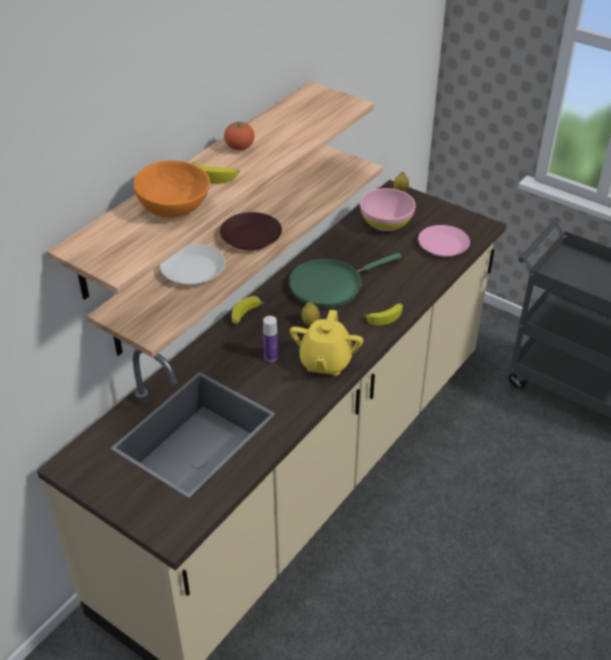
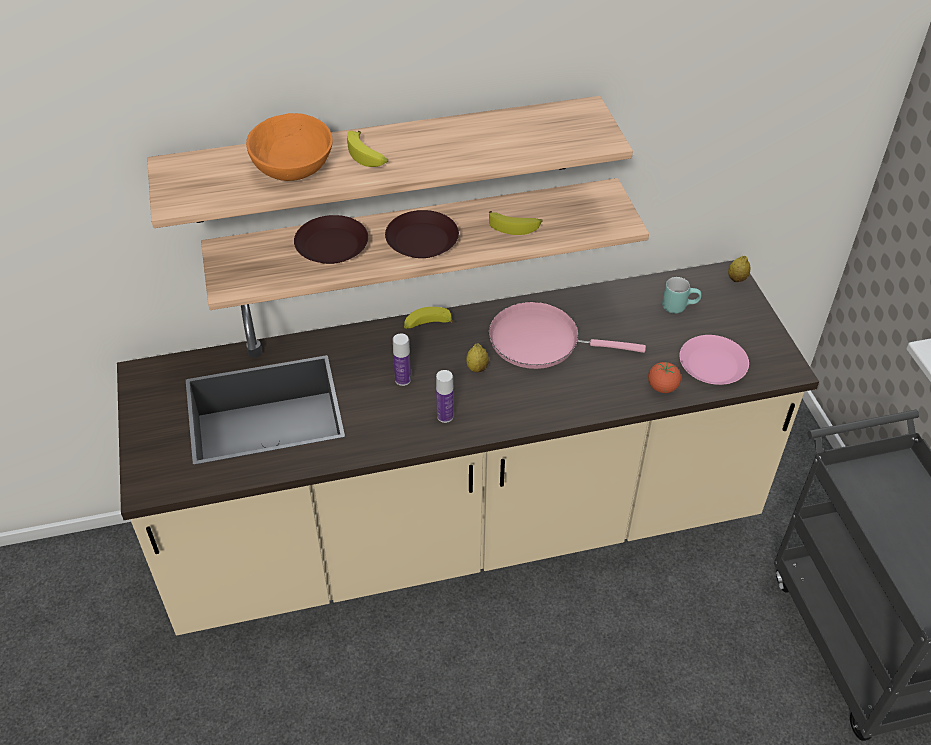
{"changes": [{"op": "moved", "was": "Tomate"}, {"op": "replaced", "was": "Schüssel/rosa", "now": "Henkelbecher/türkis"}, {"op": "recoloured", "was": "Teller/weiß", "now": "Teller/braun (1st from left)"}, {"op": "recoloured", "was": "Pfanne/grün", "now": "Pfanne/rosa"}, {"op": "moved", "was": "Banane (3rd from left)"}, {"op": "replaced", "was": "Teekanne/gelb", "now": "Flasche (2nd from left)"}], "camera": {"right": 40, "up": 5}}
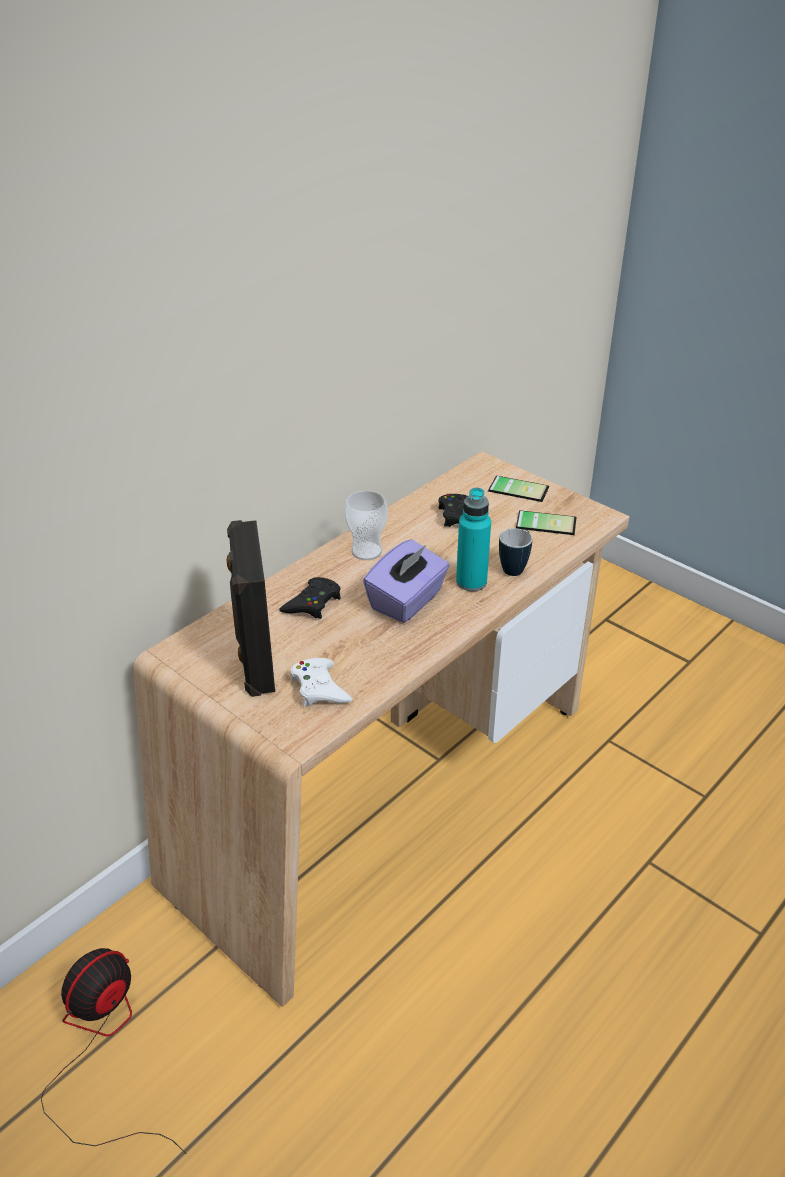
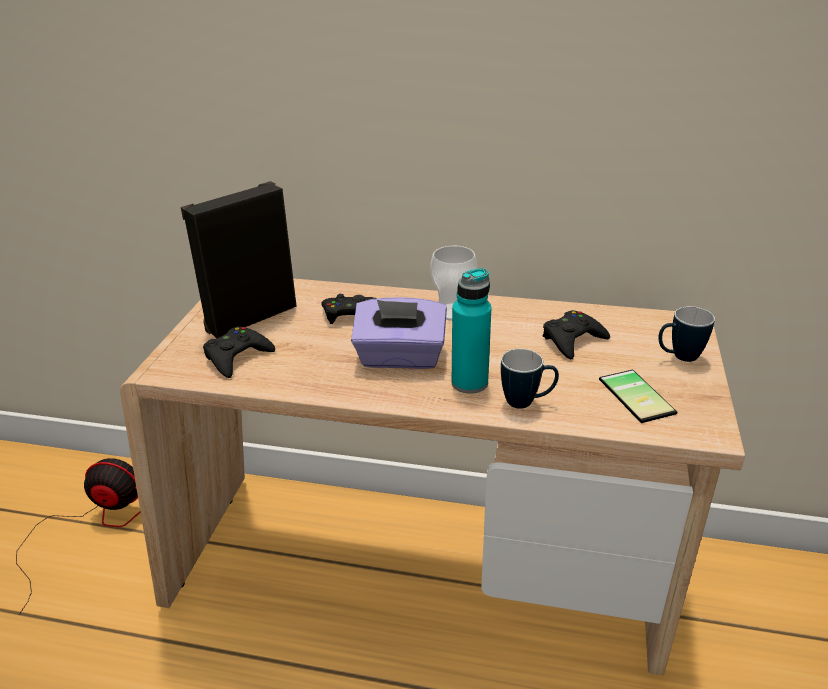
{"changes": [{"op": "replaced", "was": "Handy (1st from left)", "now": "Henkelbecher (2nd from left)"}, {"op": "recoloured", "was": "Gamepad/weiß", "now": "Gamepad/schwarz (1st from left)"}], "camera": {"right": 60, "up": -5}}
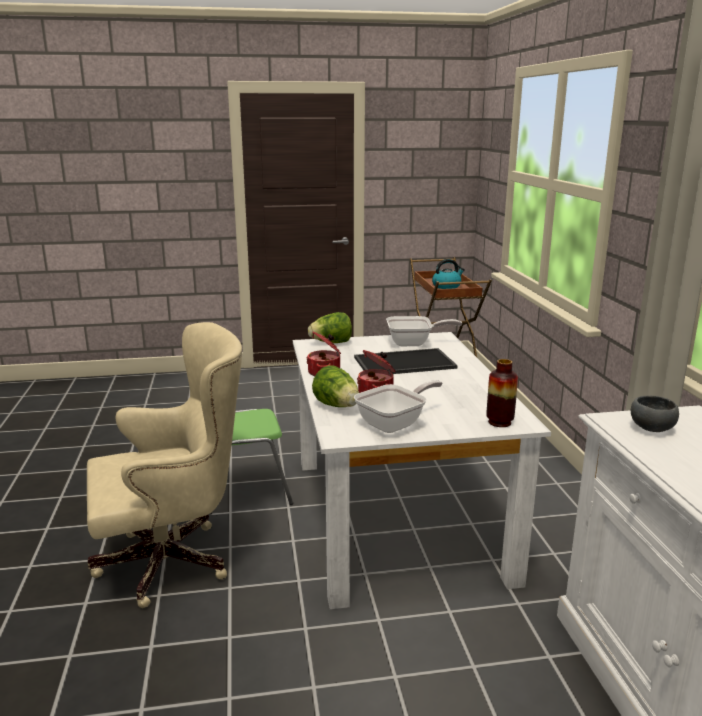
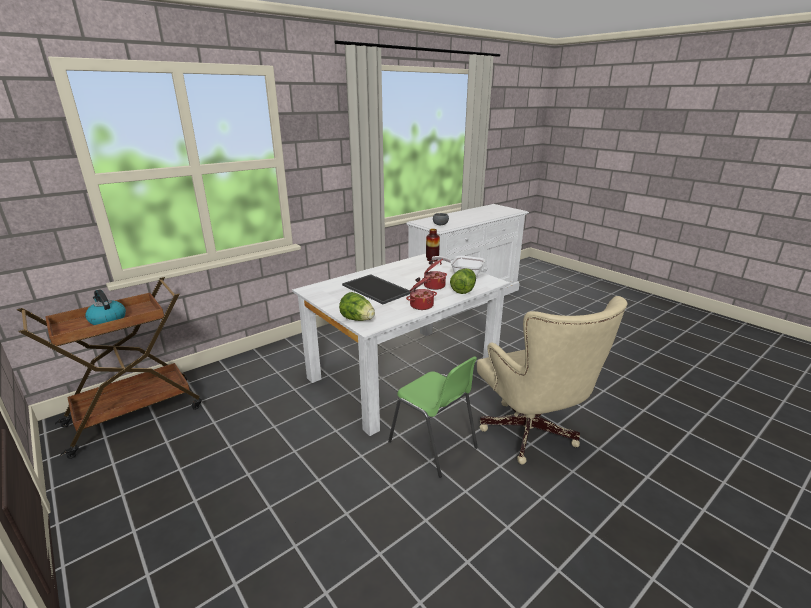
{"changes": [{"op": "removed", "was": "Pfanne (2nd from left)"}, {"op": "turned", "was": "Bürostuhl/beige", "clockwise": -150}], "camera": {"right": -120, "up": 5}}
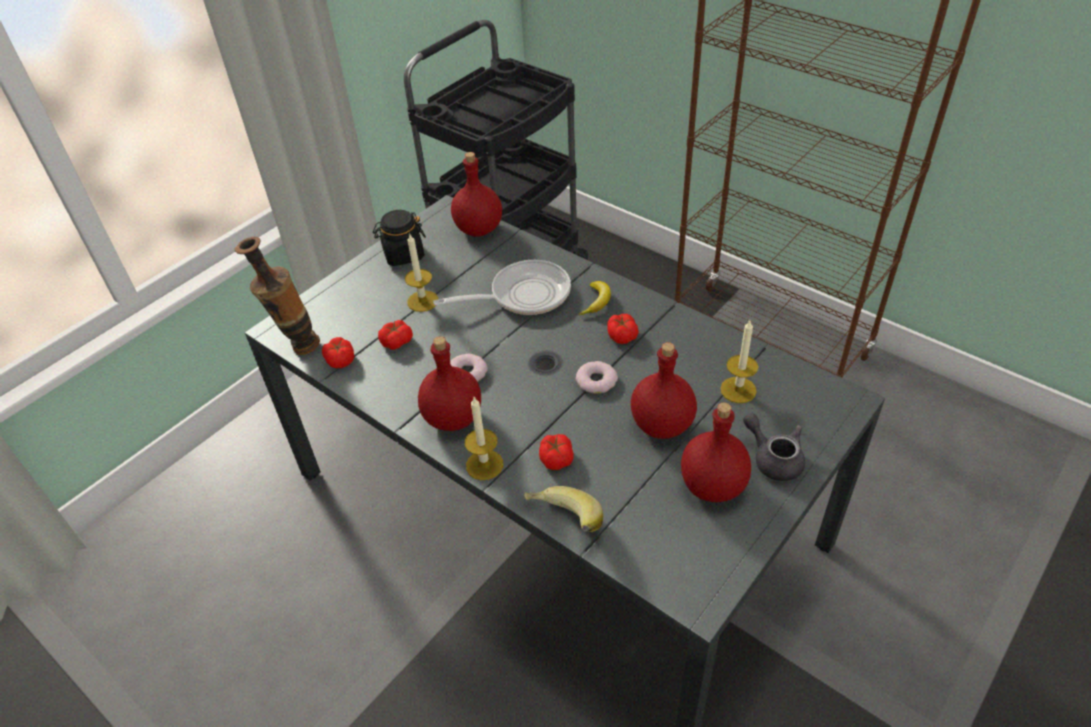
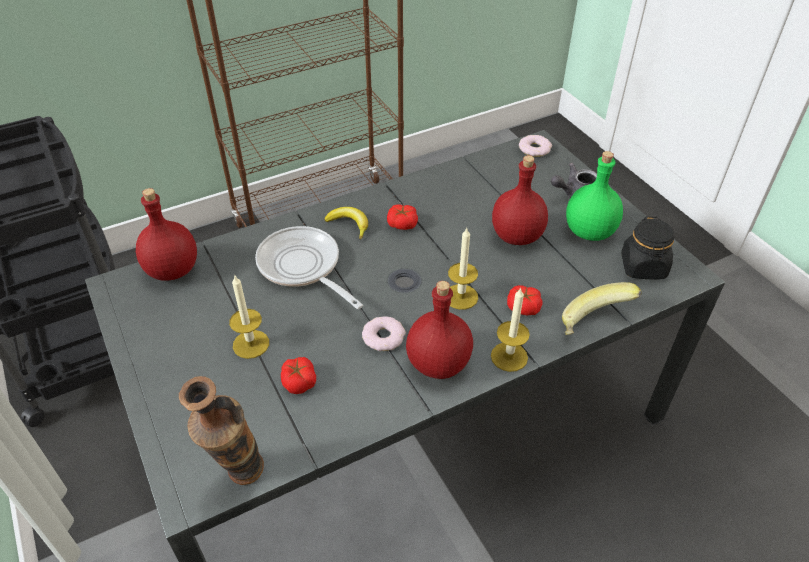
{"changes": [{"op": "moved", "was": "Vorratsglas/schwarz"}, {"op": "turned", "was": "Pfanne", "clockwise": -45}, {"op": "moved", "was": "Kerze (3rd from left in the first image)", "now": "Kerze (2nd from left)"}, {"op": "removed", "was": "Tomate (1st from left)"}, {"op": "moved", "was": "Donut (2nd from left)"}, {"op": "recoloured", "was": "Flasche/rot (4th from left)", "now": "Flasche/grün"}], "camera": {"right": -70, "up": 0}}
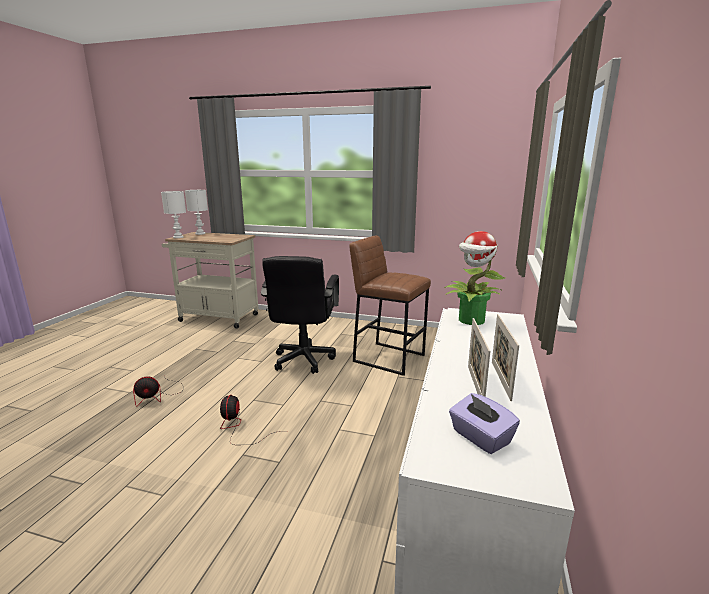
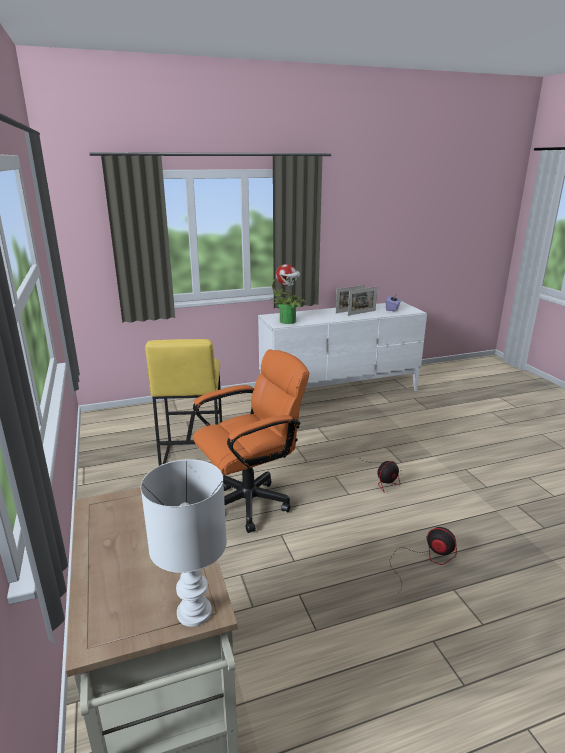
{"changes": [{"op": "removed", "was": "Tischlampe/weiß (2nd from left)"}, {"op": "recoloured", "was": "Hocker/braun", "now": "Hocker/gelb"}, {"op": "recoloured", "was": "Bürostuhl/schwarz", "now": "Bürostuhl/orange"}], "camera": {"right": -125, "up": 5}}
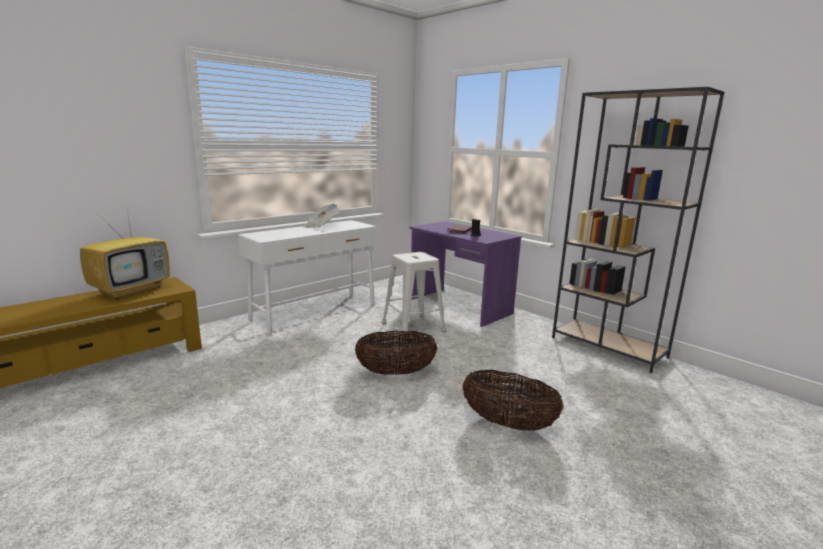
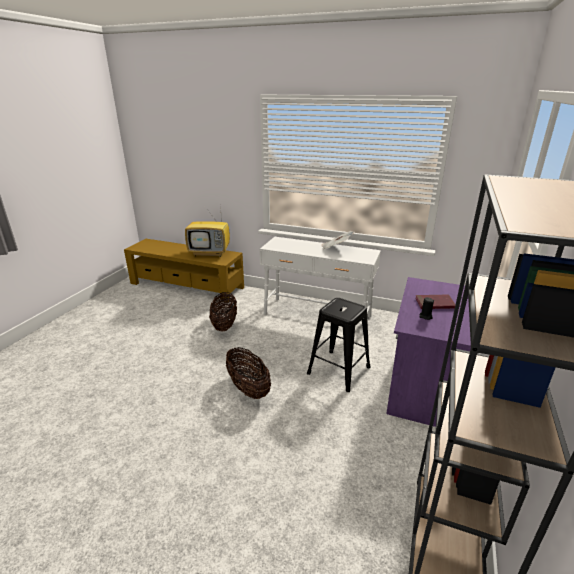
{"changes": [{"op": "recoloured", "was": "Hocker/weiß", "now": "Hocker/schwarz"}, {"op": "moved", "was": "Korb (2nd from left in the first image)", "now": "Korb (1st from left)"}], "camera": {"right": 65, "up": 10}}
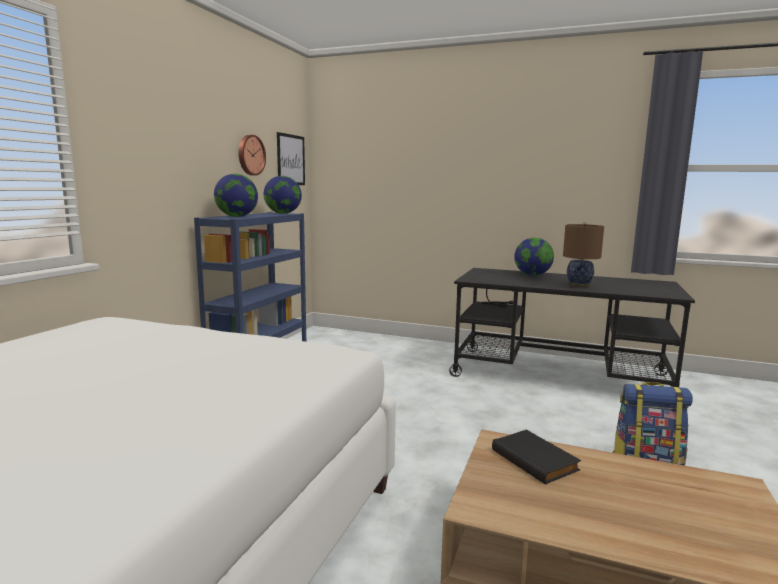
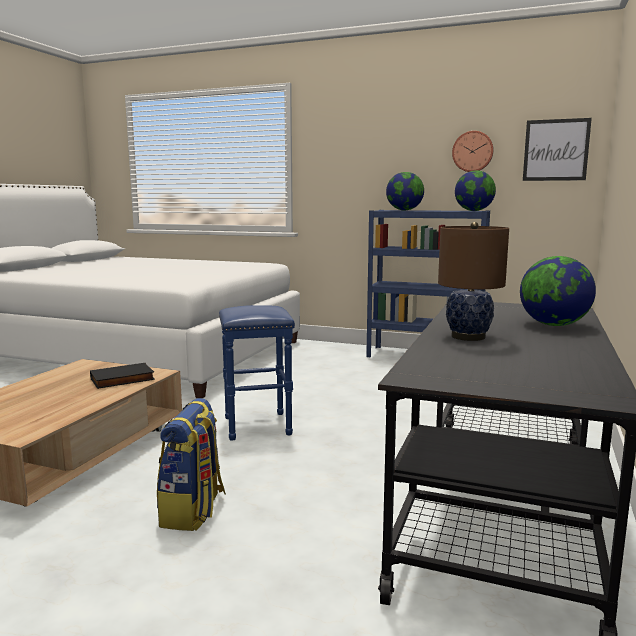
{"changes": [{"op": "added", "now": "Hocker/blau"}], "camera": {"right": 90, "up": 0}}
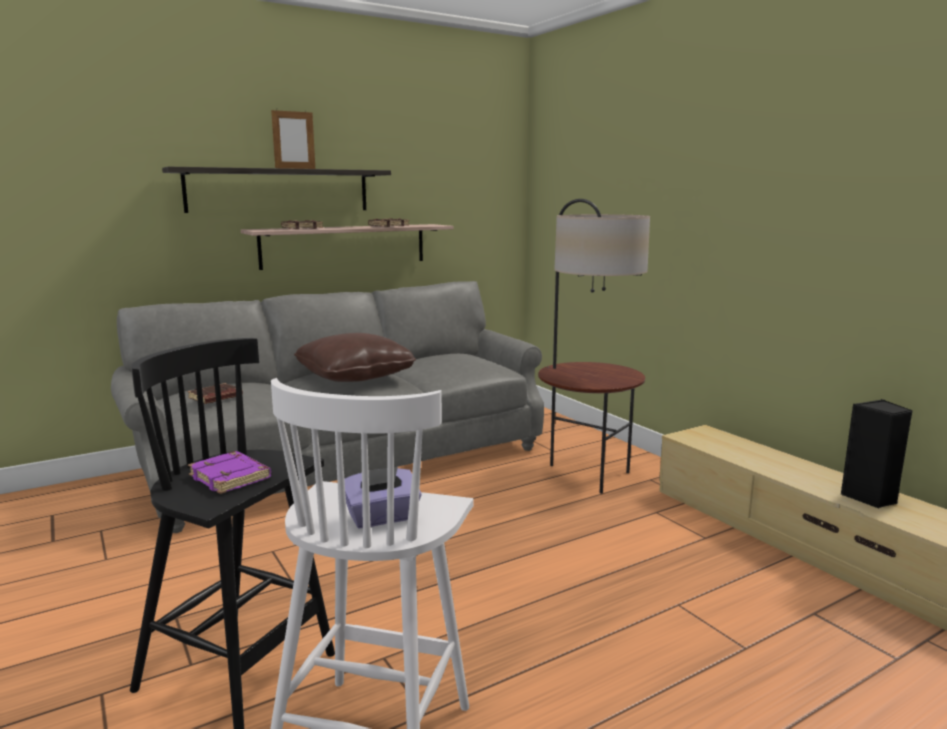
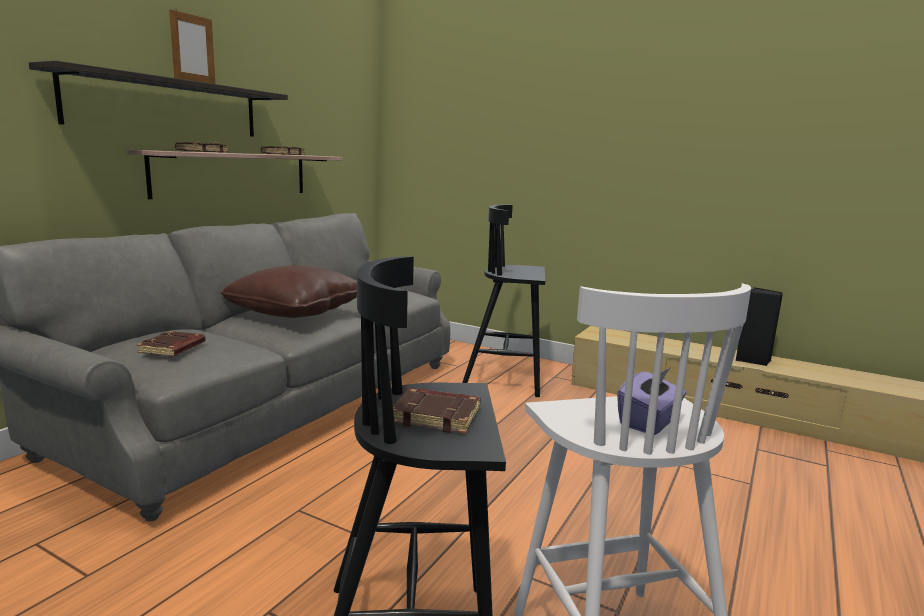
{"changes": [{"op": "replaced", "was": "Stehlampe", "now": "Hocker/schwarz (2nd from left)"}, {"op": "recoloured", "was": "Buch/lila", "now": "Buch/braun (4th from left)"}], "camera": {"right": -30, "up": 0}}
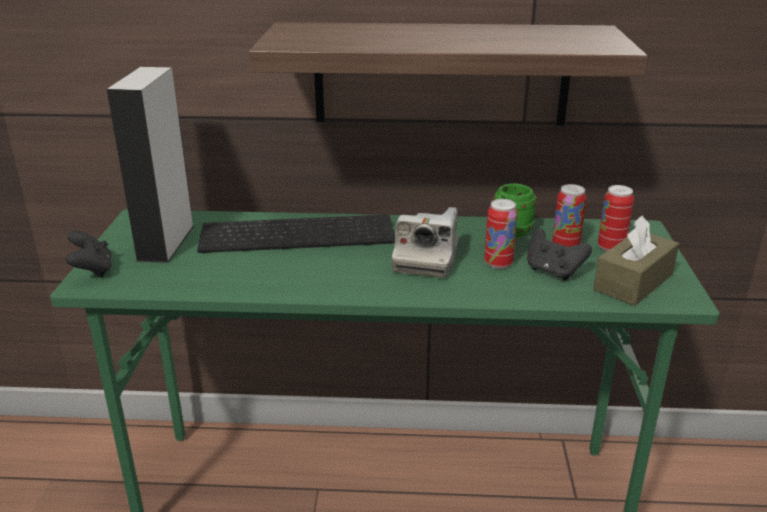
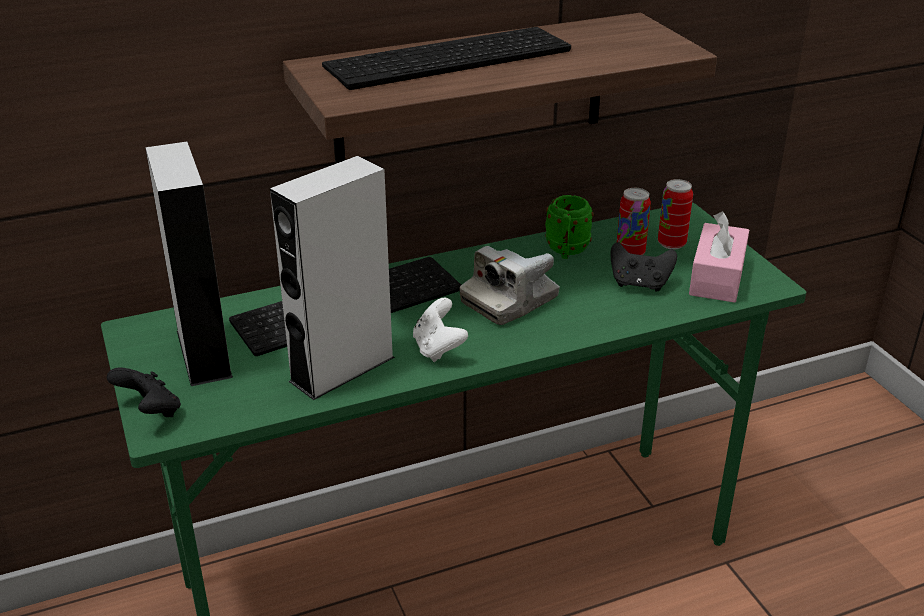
{"changes": [{"op": "removed", "was": "Dose (1st from left)"}, {"op": "turned", "was": "Kamera", "clockwise": 60}, {"op": "recoloured", "was": "Taschentuchbox/braun", "now": "Taschentuchbox/rosa"}, {"op": "added", "now": "Tastatur (2nd from left)"}, {"op": "added", "now": "Lautsprecher/grau (2nd from left)"}, {"op": "added", "now": "Gamepad/weiß"}], "camera": {"right": -25, "up": 5}}
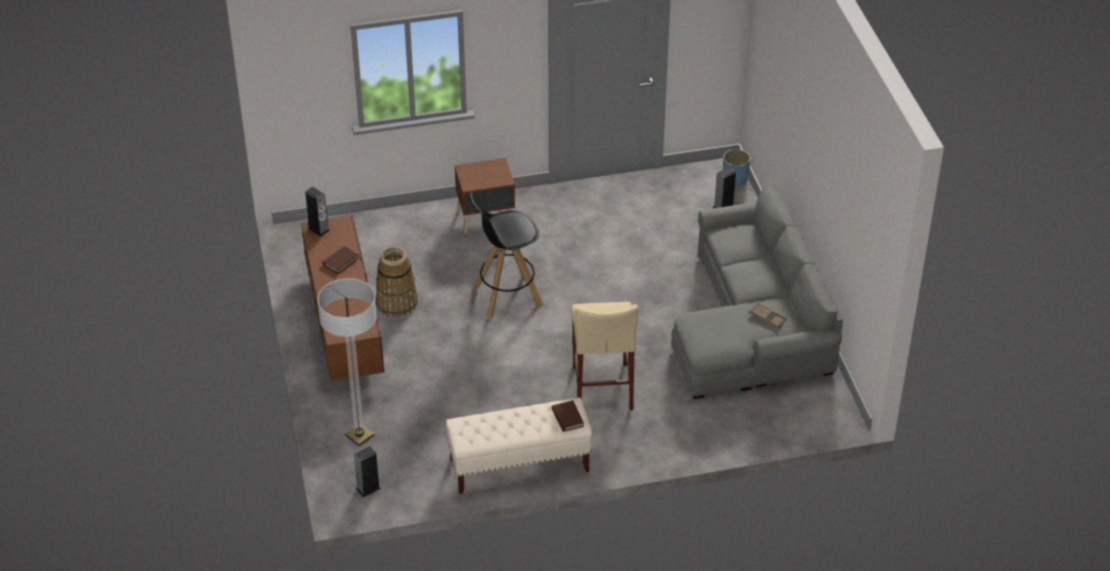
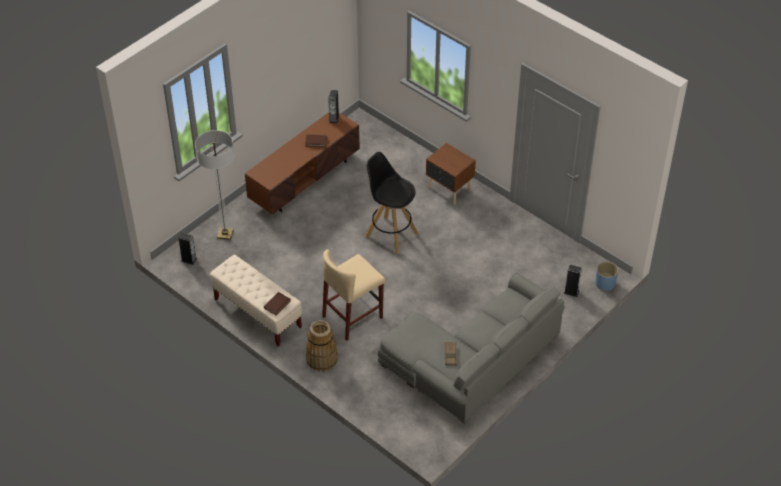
{"changes": [{"op": "moved", "was": "Korb"}], "camera": {"right": 55, "up": 5}}
